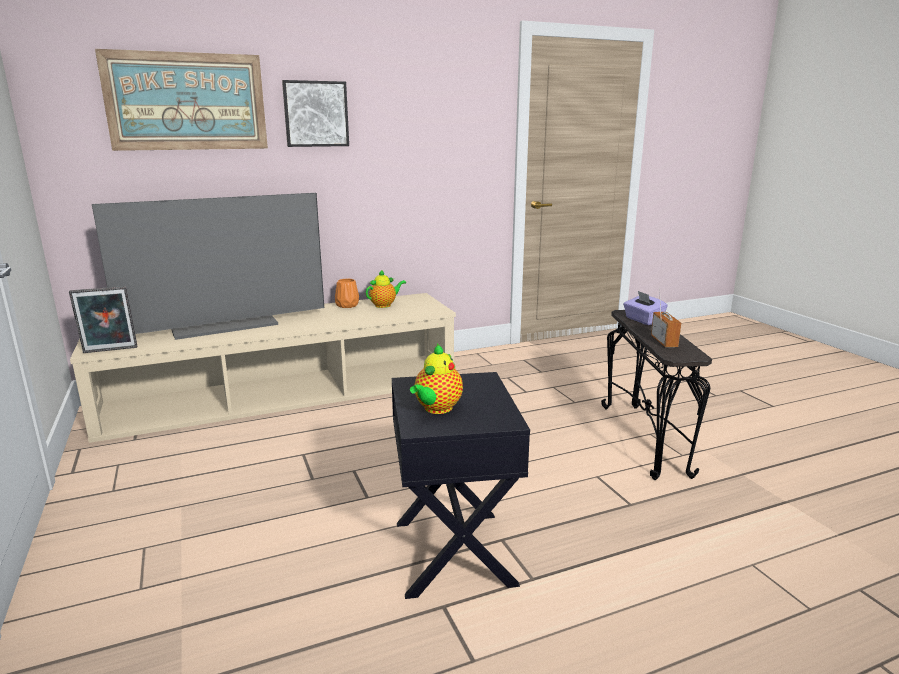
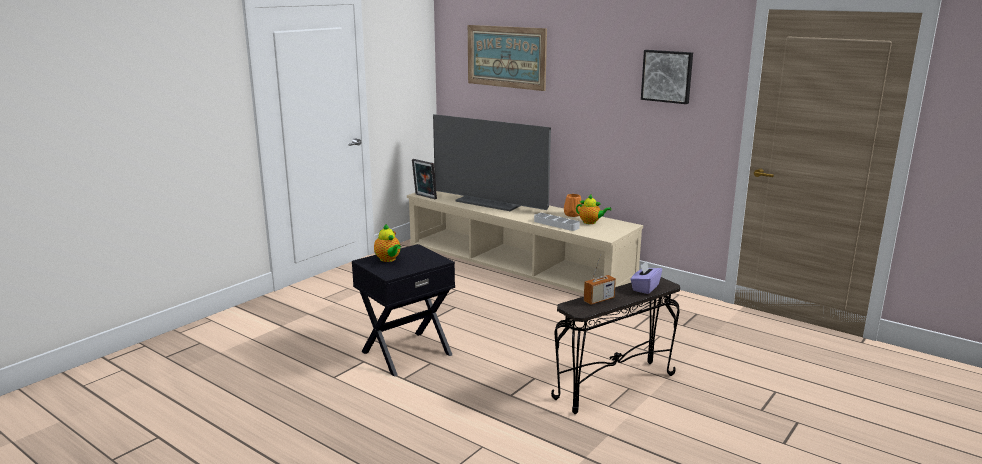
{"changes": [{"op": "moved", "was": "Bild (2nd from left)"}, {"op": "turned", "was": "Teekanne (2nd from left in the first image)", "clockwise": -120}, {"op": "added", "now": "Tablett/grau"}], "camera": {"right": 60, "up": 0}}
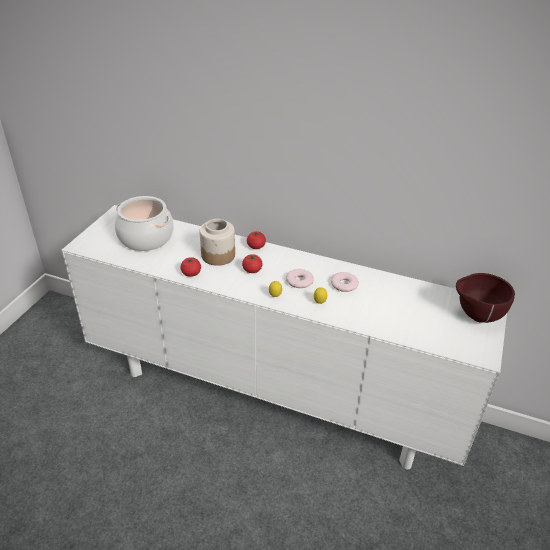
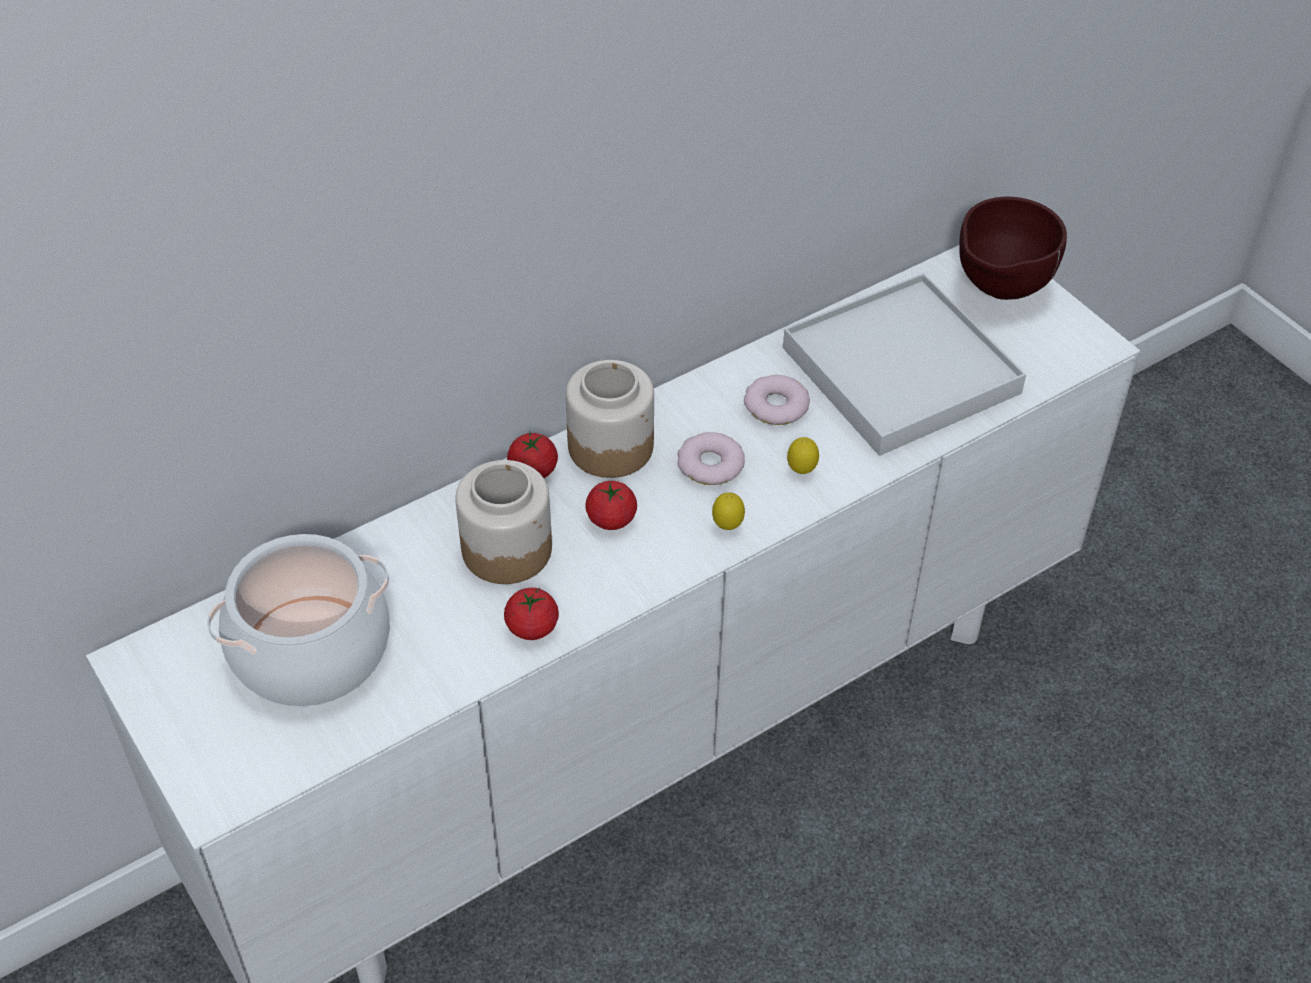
{"changes": [{"op": "added", "now": "Tablett/weiß"}, {"op": "added", "now": "Vorratsglas (2nd from left)"}], "camera": {"right": -55, "up": 10}}
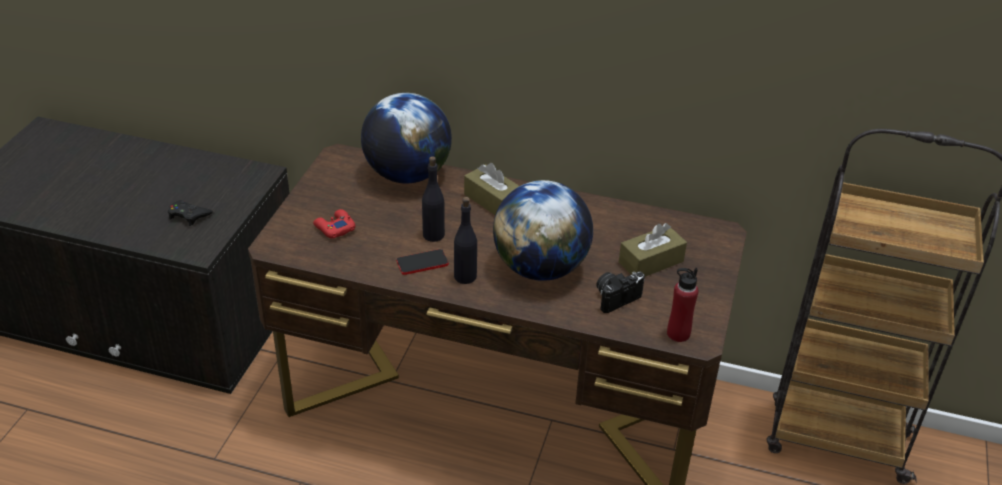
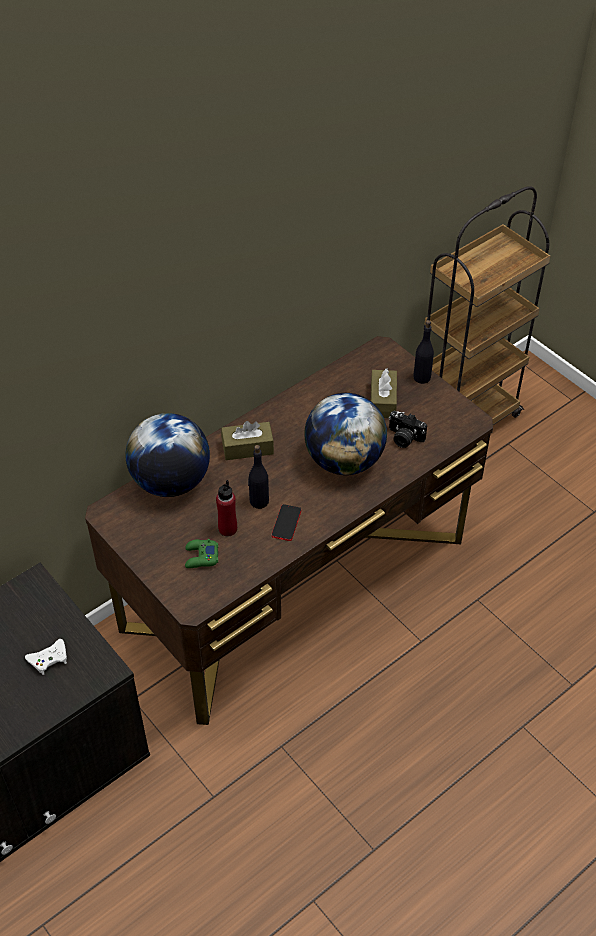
{"changes": [{"op": "moved", "was": "Flasche/schwarz (2nd from left)"}, {"op": "recoloured", "was": "Gamepad/schwarz", "now": "Gamepad/weiß"}, {"op": "recoloured", "was": "Gamepad/rot", "now": "Gamepad/grün"}, {"op": "moved", "was": "Flasche/rot"}, {"op": "turned", "was": "Kamera", "clockwise": -60}], "camera": {"right": -55, "up": 10}}
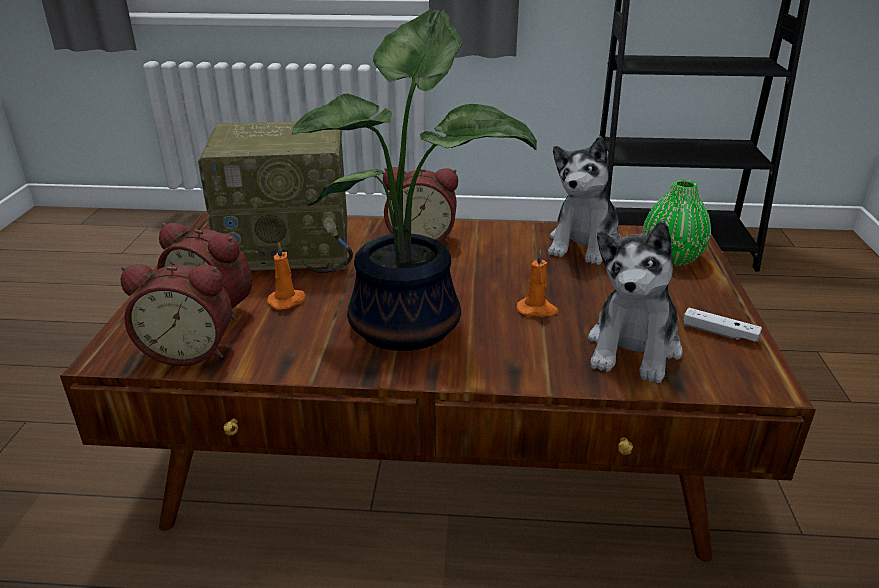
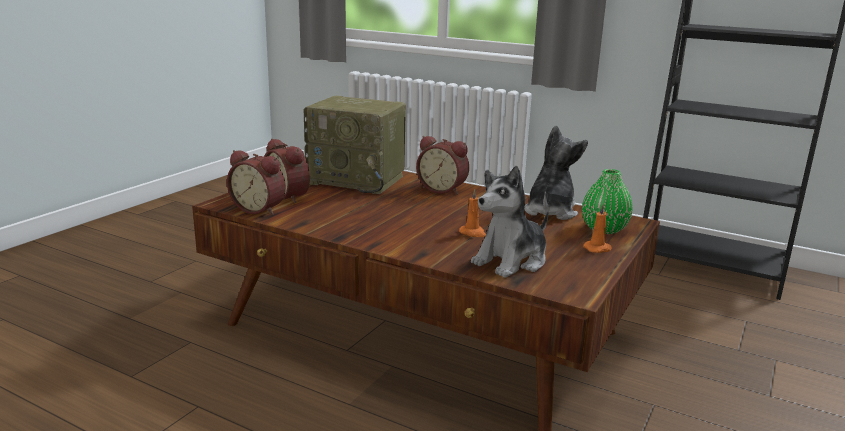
{"changes": [{"op": "removed", "was": "Topfpflanze"}, {"op": "turned", "was": "Plüschtier (1st from left in the first image)", "clockwise": 150}, {"op": "moved", "was": "Kerze/orange (1st from left in the first image)", "now": "Kerze/orange (2nd from left)"}, {"op": "removed", "was": "Gamepad/weiß"}], "camera": {"right": 25, "up": -10}}
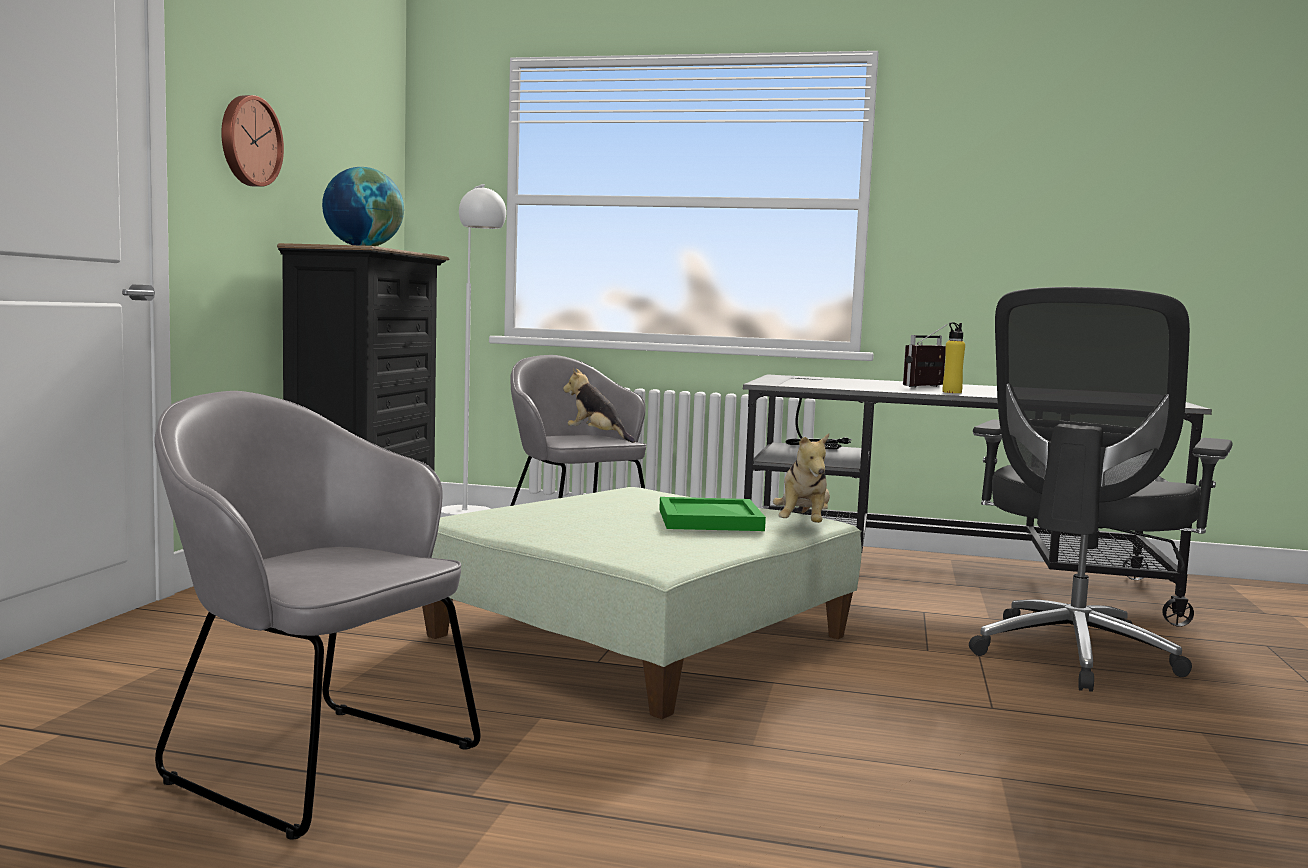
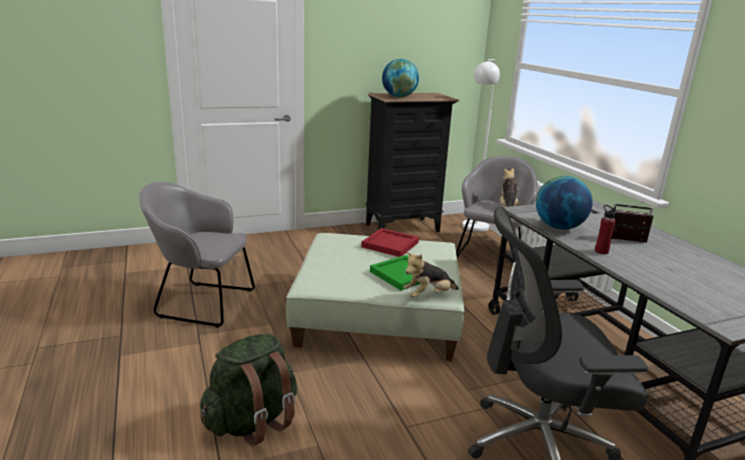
{"changes": [{"op": "removed", "was": "Wanduhr"}, {"op": "recoloured", "was": "Flasche/gelb", "now": "Flasche/rot"}, {"op": "turned", "was": "Sessel/grau (1st from left)", "clockwise": -75}, {"op": "added", "now": "Globus (2nd from left)"}, {"op": "added", "now": "Tablett/rot"}, {"op": "added", "now": "Rucksack/grün"}], "camera": {"right": 55, "up": 15}}
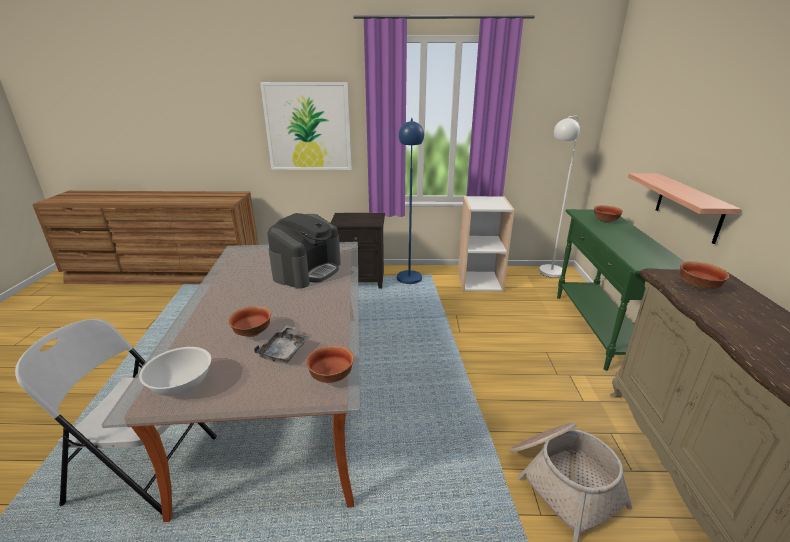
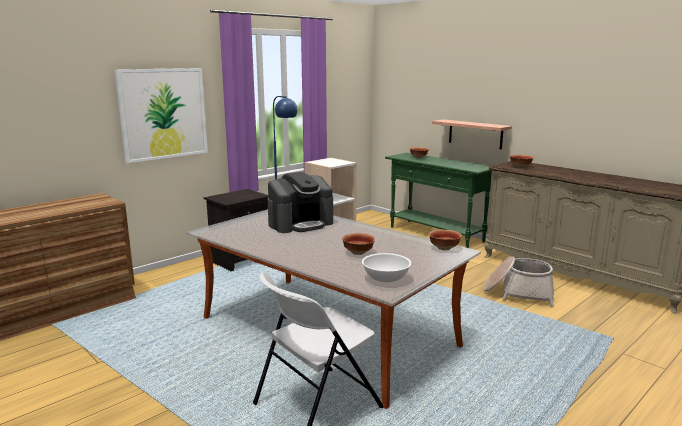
{"changes": [{"op": "removed", "was": "Stehlampe/weiß"}, {"op": "turned", "was": "Kaffeemaschine", "clockwise": 75}, {"op": "removed", "was": "Tablett/grau"}], "camera": {"right": -45, "up": -10}}
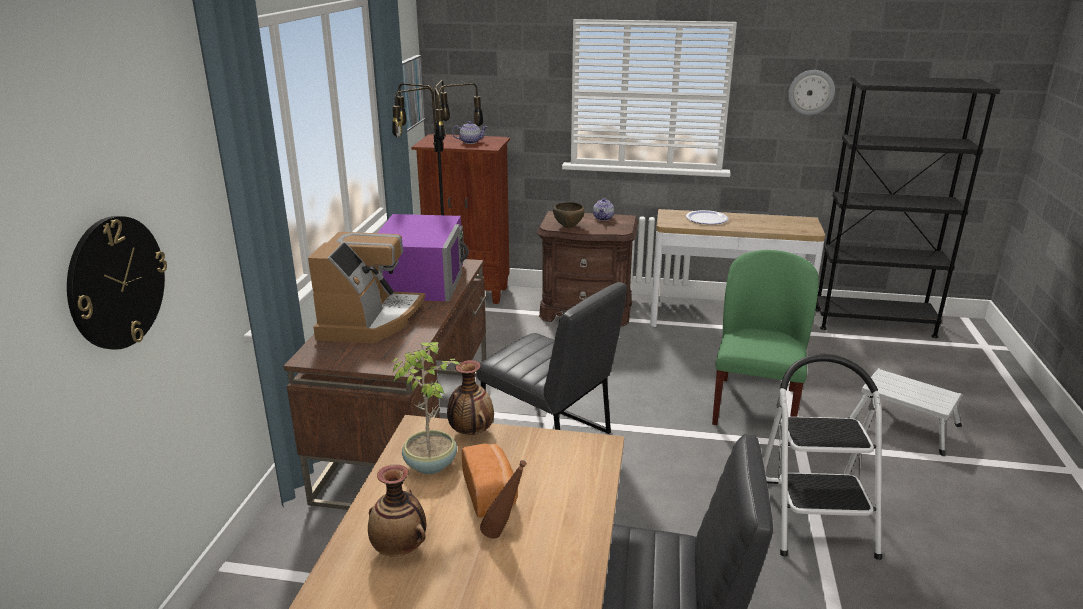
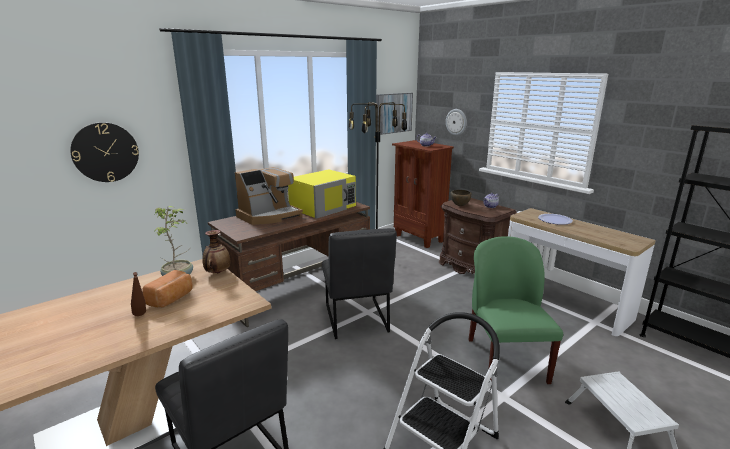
{"changes": [{"op": "moved", "was": "Wanduhr (2nd from left)"}, {"op": "recoloured", "was": "Mikrowelle/lila", "now": "Mikrowelle/gelb"}, {"op": "turned", "was": "Stuhl/grün", "clockwise": -60}, {"op": "removed", "was": "Vase (1st from left)"}], "camera": {"right": 40, "up": -5}}
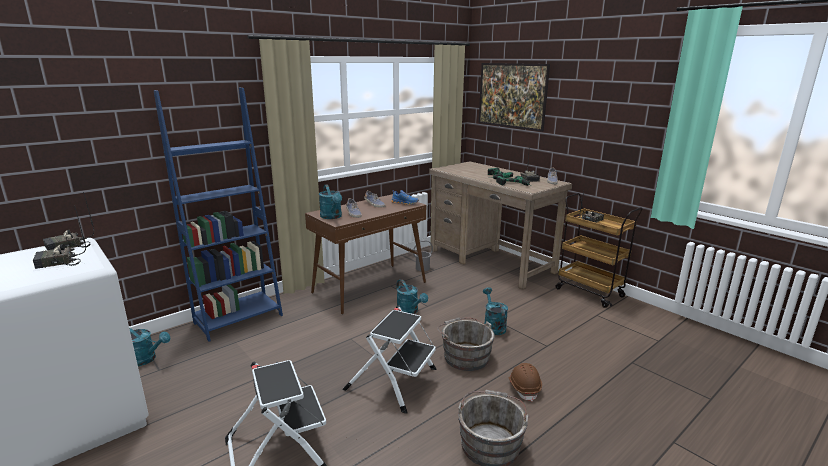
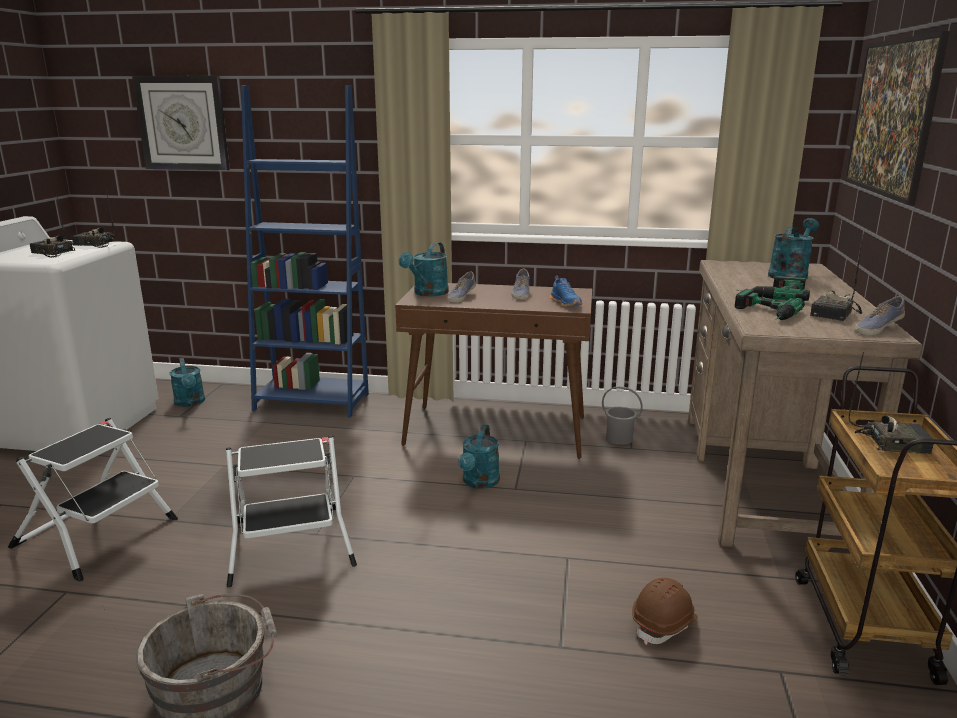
{"changes": [{"op": "moved", "was": "Gießkanne/türkis (4th from left)"}, {"op": "removed", "was": "Eimer/grau (2nd from left)"}, {"op": "moved", "was": "Schutzhelm/braun"}, {"op": "added", "now": "Wanduhr"}], "camera": {"right": 50, "up": 0}}
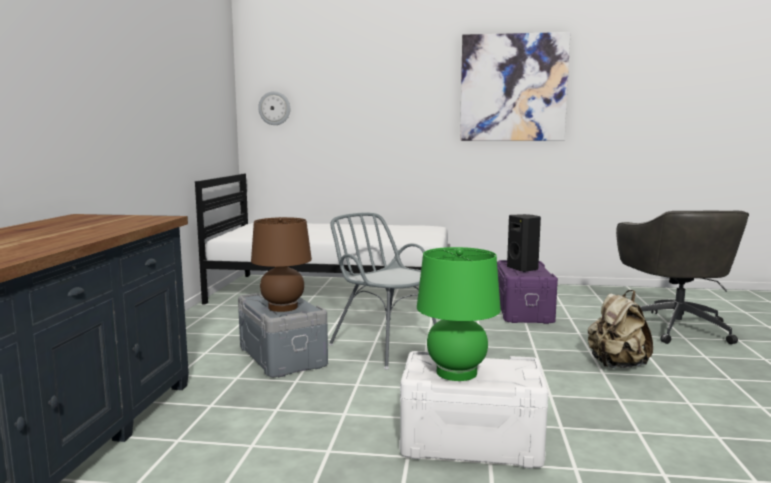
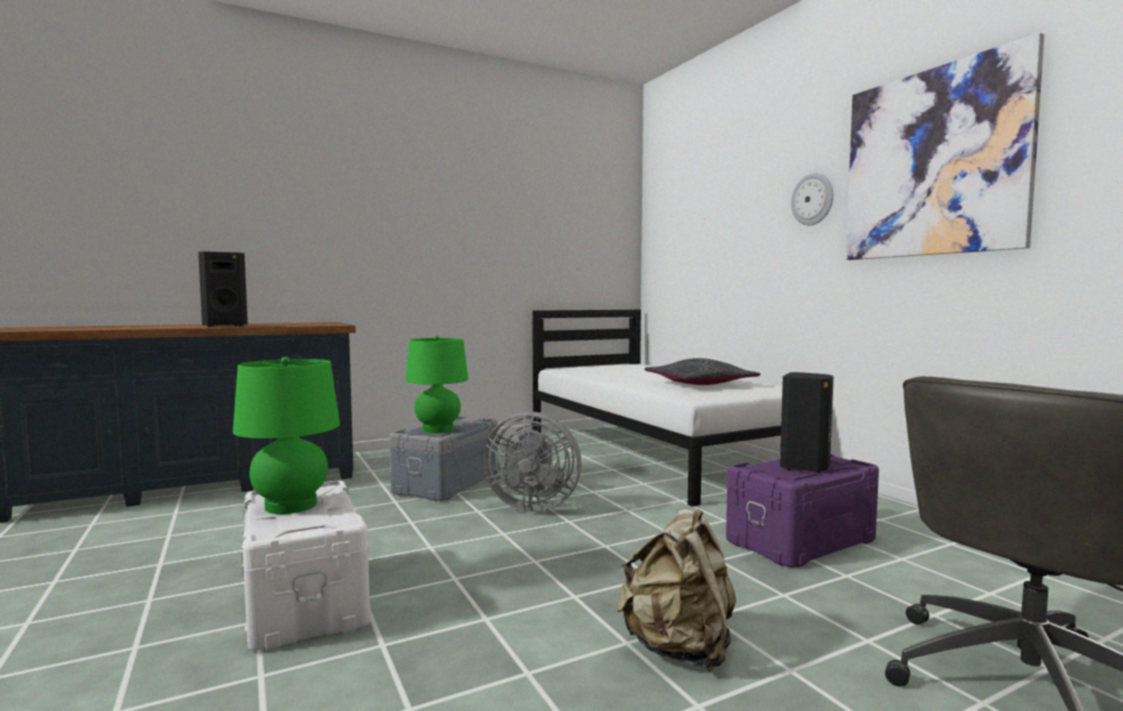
{"changes": [{"op": "moved", "was": "Wanduhr"}, {"op": "replaced", "was": "Stuhl/grau", "now": "Ventilator/grau"}, {"op": "recoloured", "was": "Tischlampe/braun", "now": "Tischlampe/grün (2nd from left)"}, {"op": "added", "now": "Lautsprecher/schwarz (1st from left)"}, {"op": "added", "now": "Kissen/grau"}], "camera": {"right": 55, "up": -5}}
